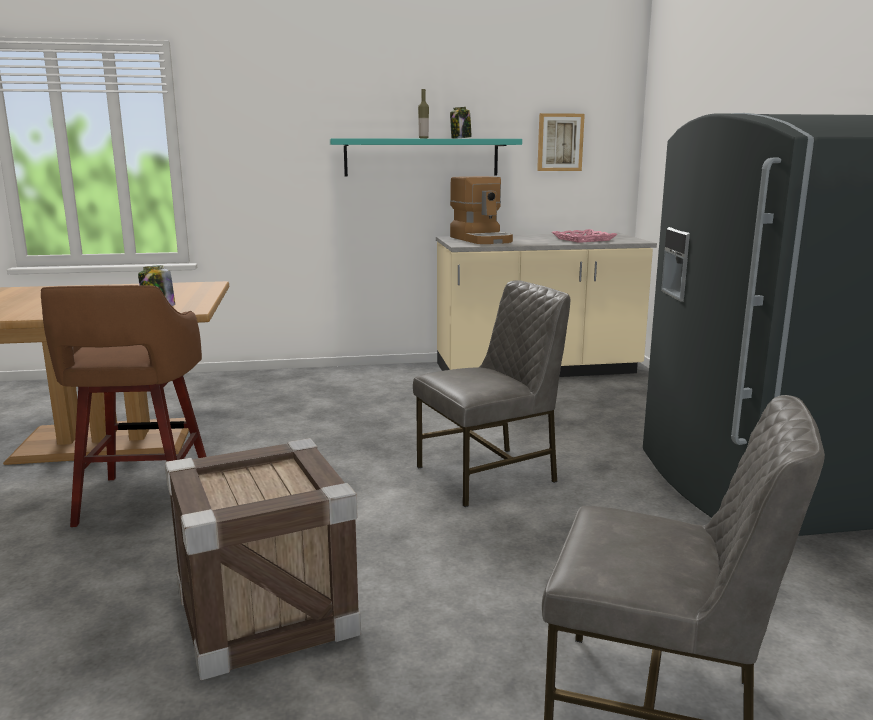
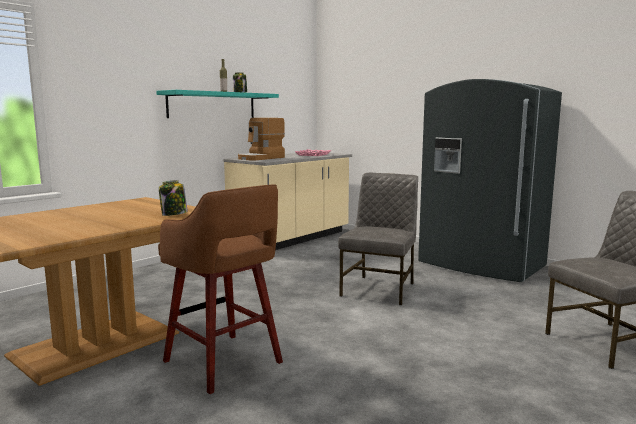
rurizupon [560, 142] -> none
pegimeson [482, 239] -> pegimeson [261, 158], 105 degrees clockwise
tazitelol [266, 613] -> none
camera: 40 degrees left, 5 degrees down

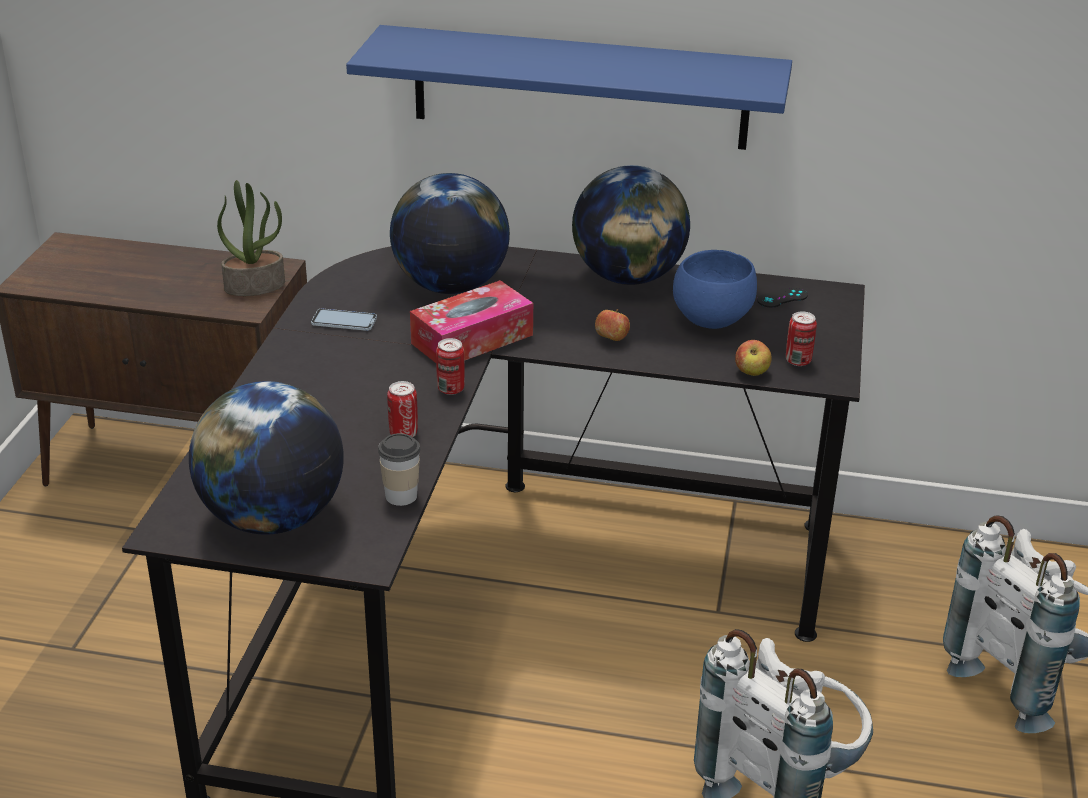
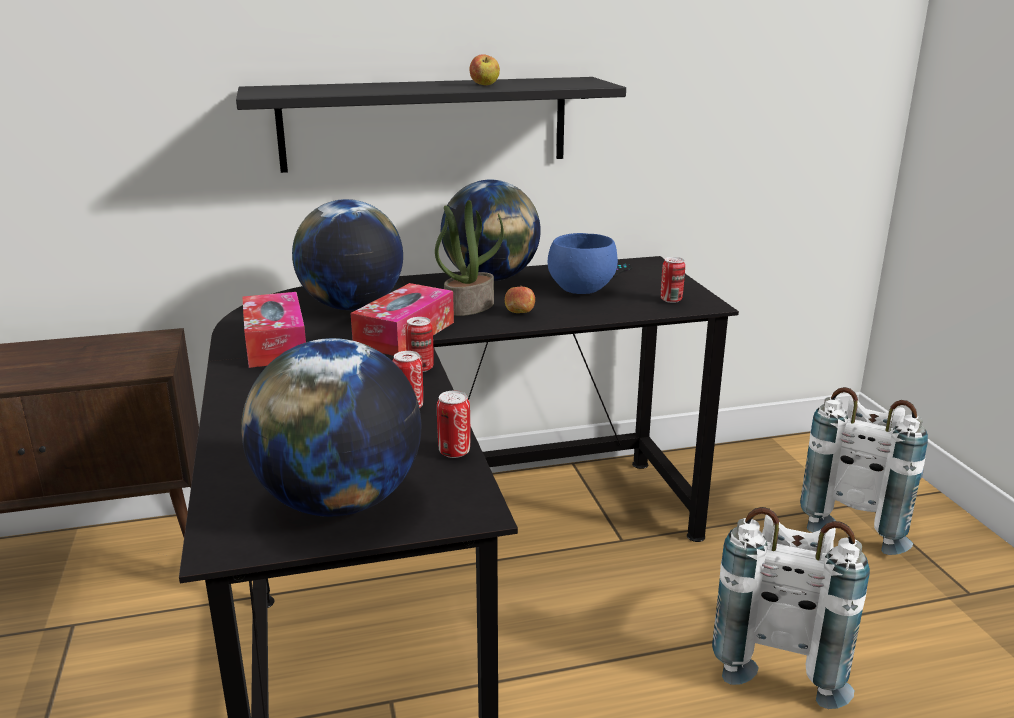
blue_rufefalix [580, 87] -> black_rufefalix [425, 123]
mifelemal [255, 285] -> mifelemal [469, 307], moved
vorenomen [344, 321] -> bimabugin [275, 344]
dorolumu [751, 372] -> dorolumu [484, 85], moved
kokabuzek [401, 496] -> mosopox [454, 452]
camera: 25 degrees left, 10 degrees down

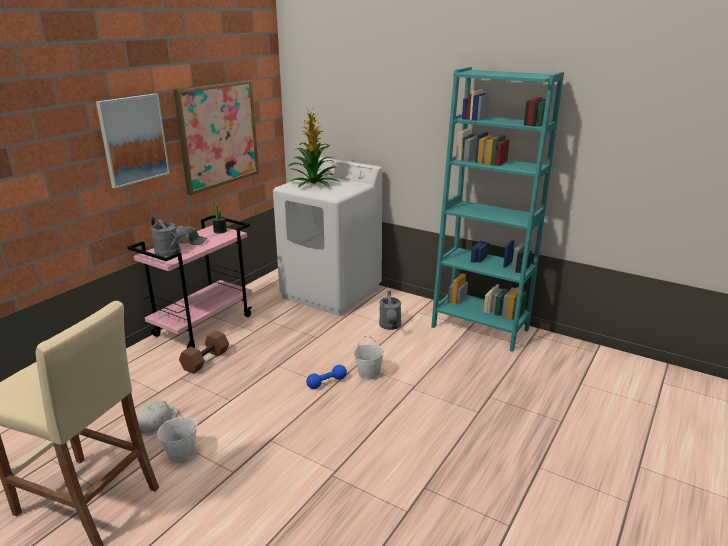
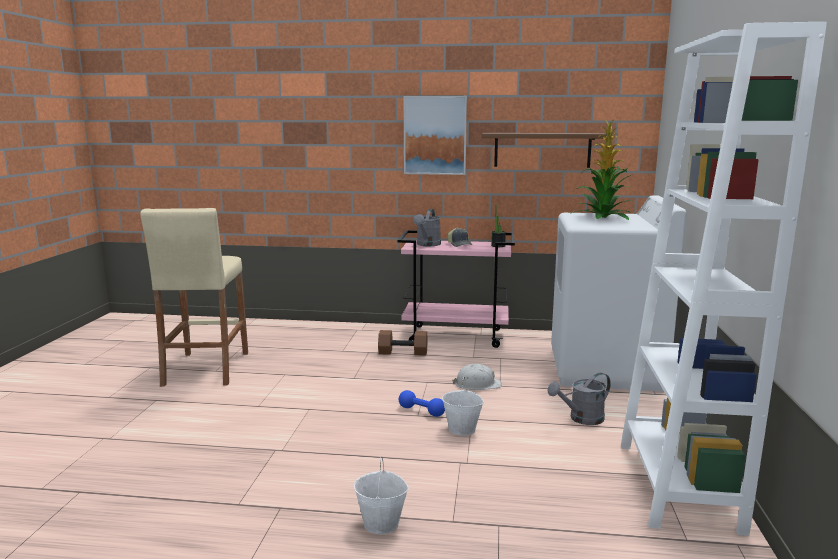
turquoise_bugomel [480, 328] -> white_bugomel [677, 485]
rurizupon [218, 135] -> brown_rufefalix [542, 150]
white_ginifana [155, 422] -> white_ginifana [477, 384], moved
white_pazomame [182, 454] -> white_pazomame [382, 523], moved
camera: 65 degrees right, 10 degrees down

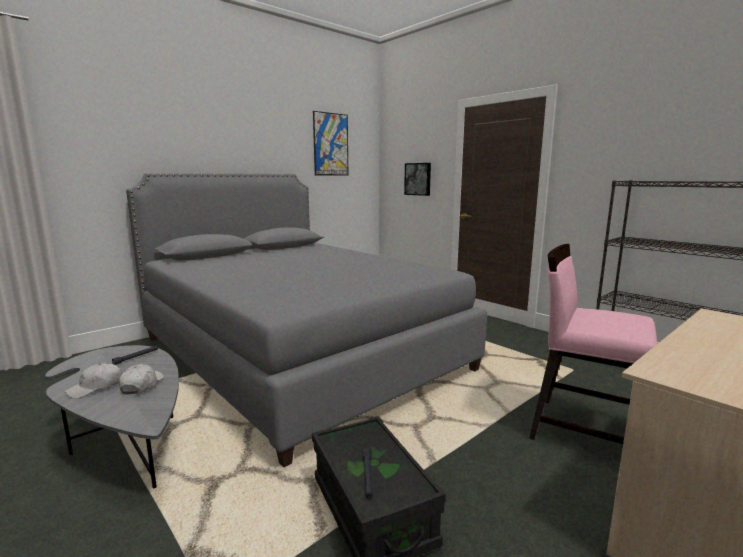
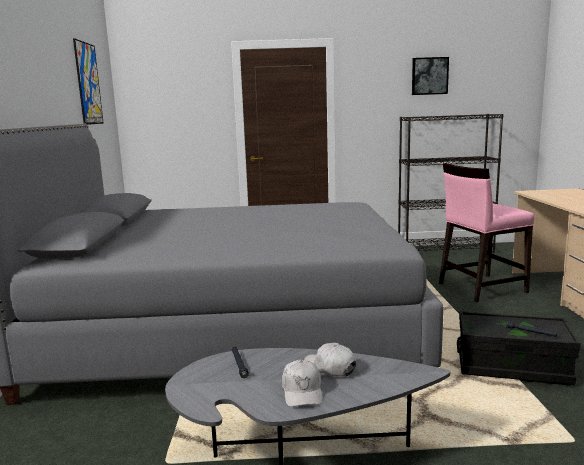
rurizupon [418, 179] -> rurizupon [429, 76], moved
camera: 50 degrees left, 0 degrees up

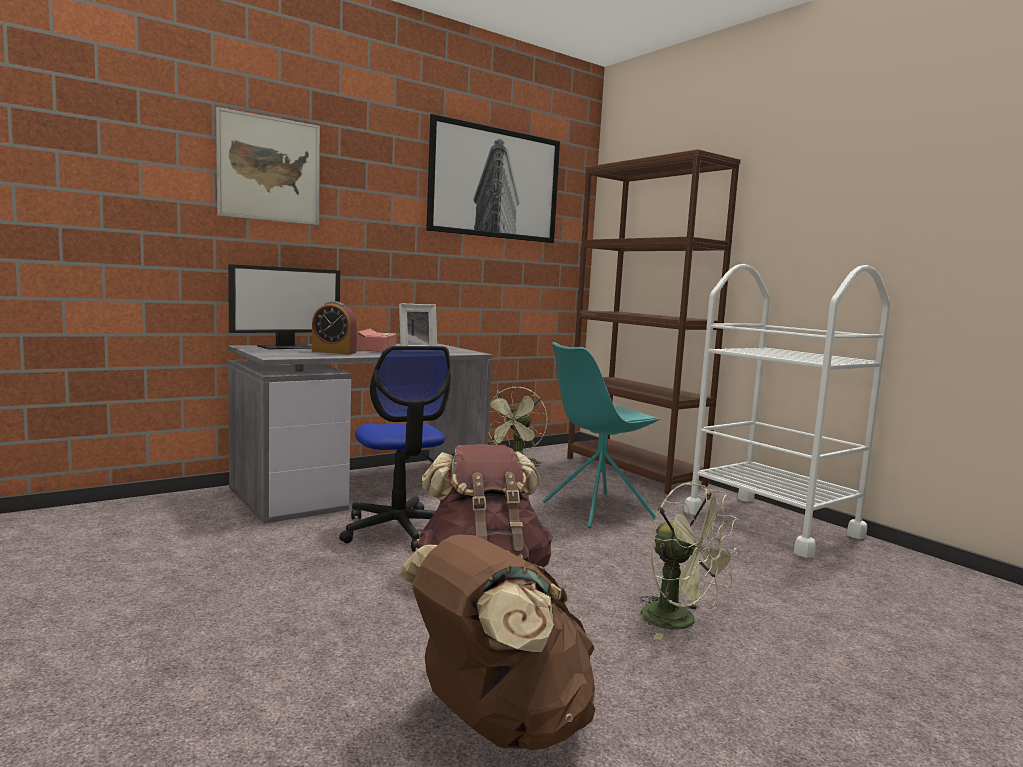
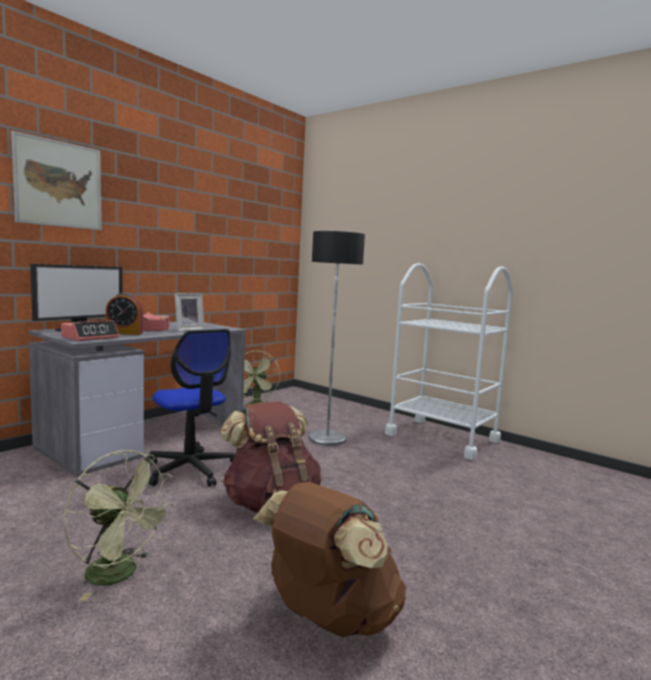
rurizupon [495, 183] -> none
brown_bugomel [634, 471] -> none
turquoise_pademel [595, 510] -> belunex [327, 439]
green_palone [680, 622] -> green_palone [120, 575], moved
none -> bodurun [90, 337]
camera: 15 degrees left, 0 degrees up

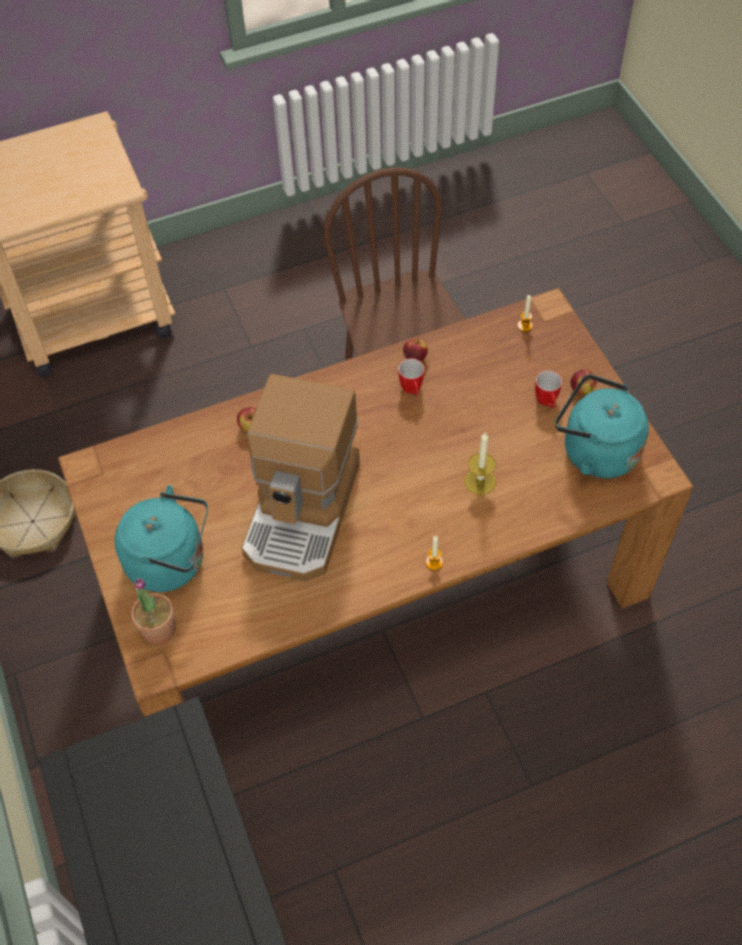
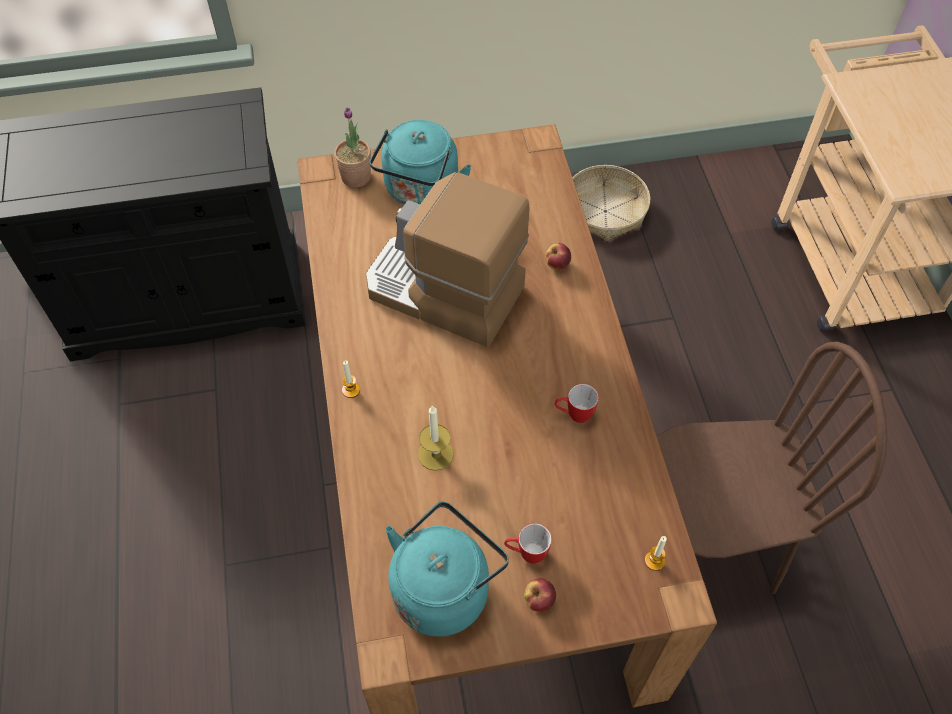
dorolumu [415, 358] -> none
camera: 100 degrees right, 0 degrees up

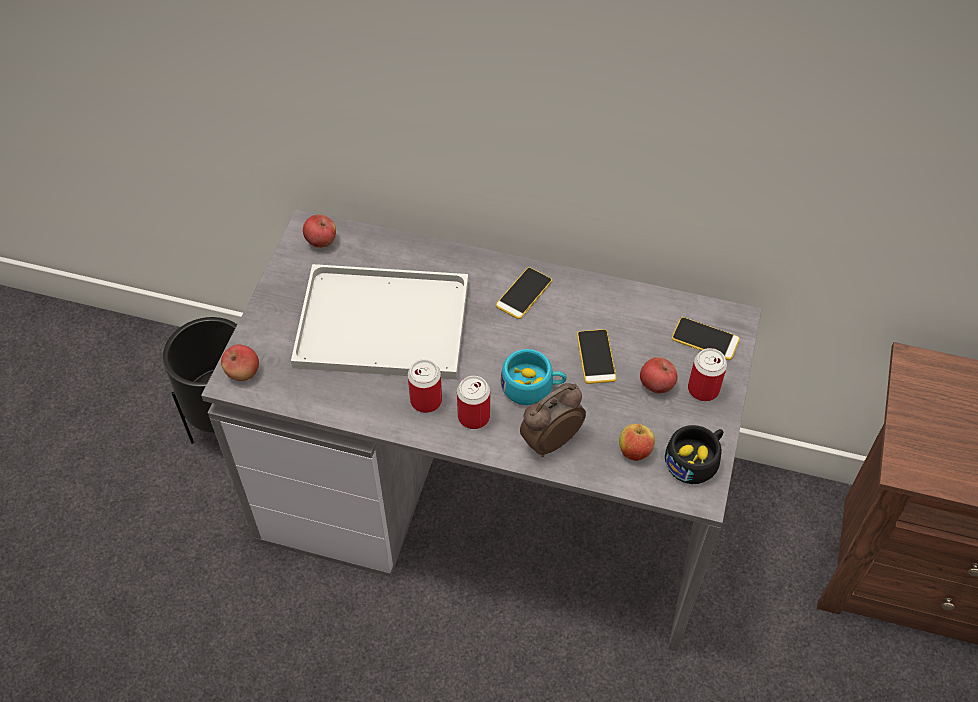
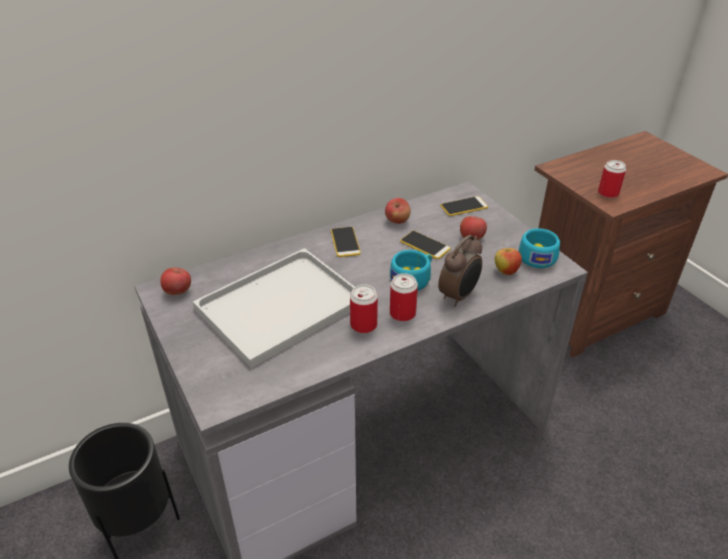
dorolumu [243, 372] -> dorolumu [397, 221], moved
mosopox [703, 389] -> mosopox [608, 193], moved
bodurun [549, 441] -> bodurun [459, 296], 150 degrees counterclockwise
black_kokabuzek [695, 459] -> turquoise_kokabuzek [536, 255]
camera: 45 degrees left, 15 degrees down

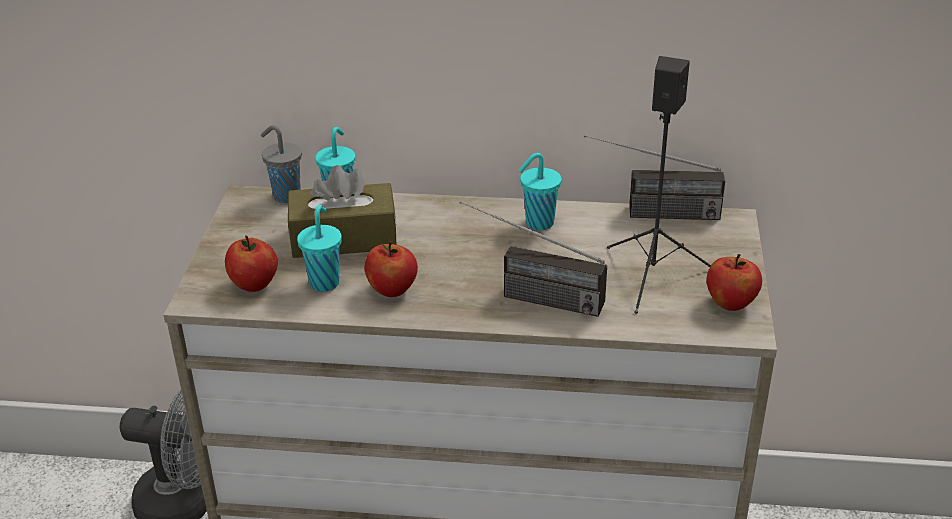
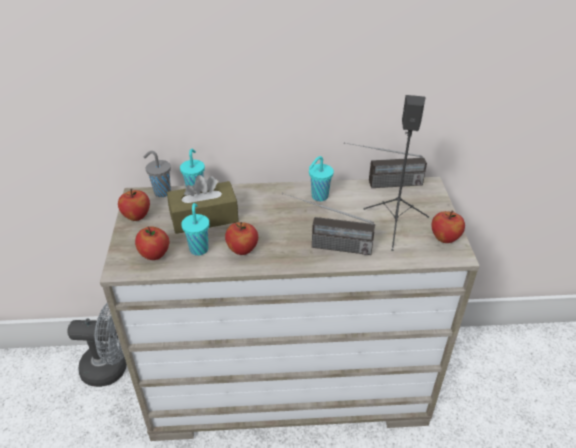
none -> dorolumu [136, 216]
camera: 10 degrees left, 5 degrees up

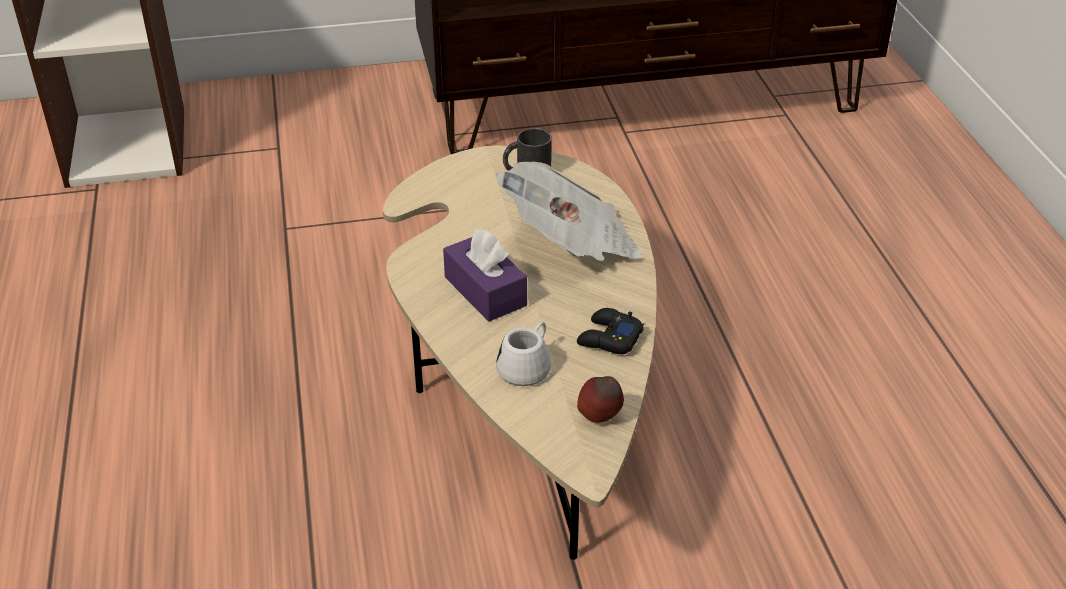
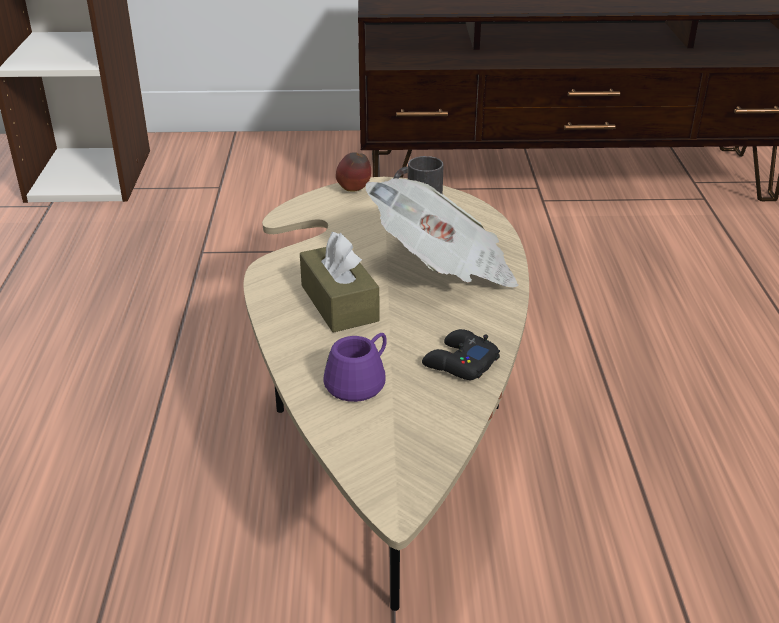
purple_bimabugin [485, 291] -> brown_bimabugin [339, 303]
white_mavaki [527, 365] -> purple_mavaki [360, 381]
dorolumu [600, 418] -> dorolumu [354, 191], moved
camera: 10 degrees right, 5 degrees down

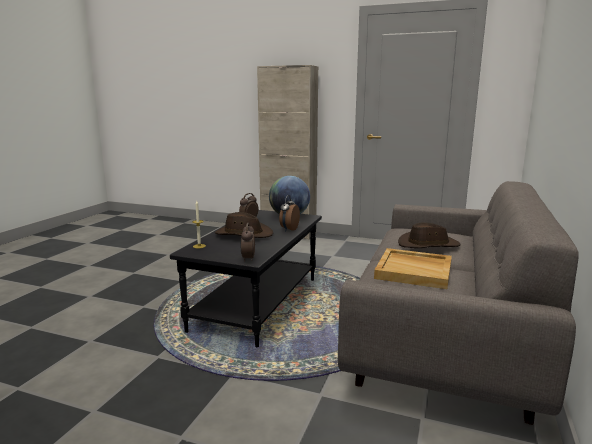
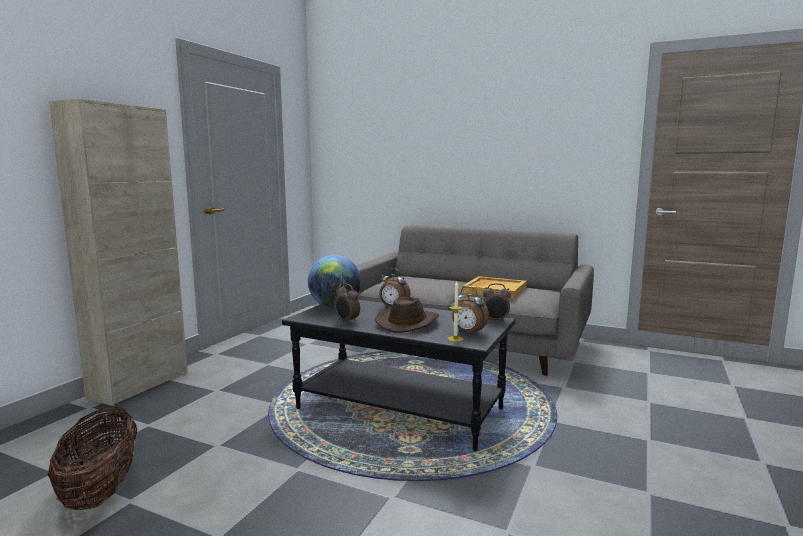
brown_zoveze [428, 245] -> none
none -> bodurun [468, 333]
none -> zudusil [101, 490]
camera: 85 degrees left, 5 degrees down

